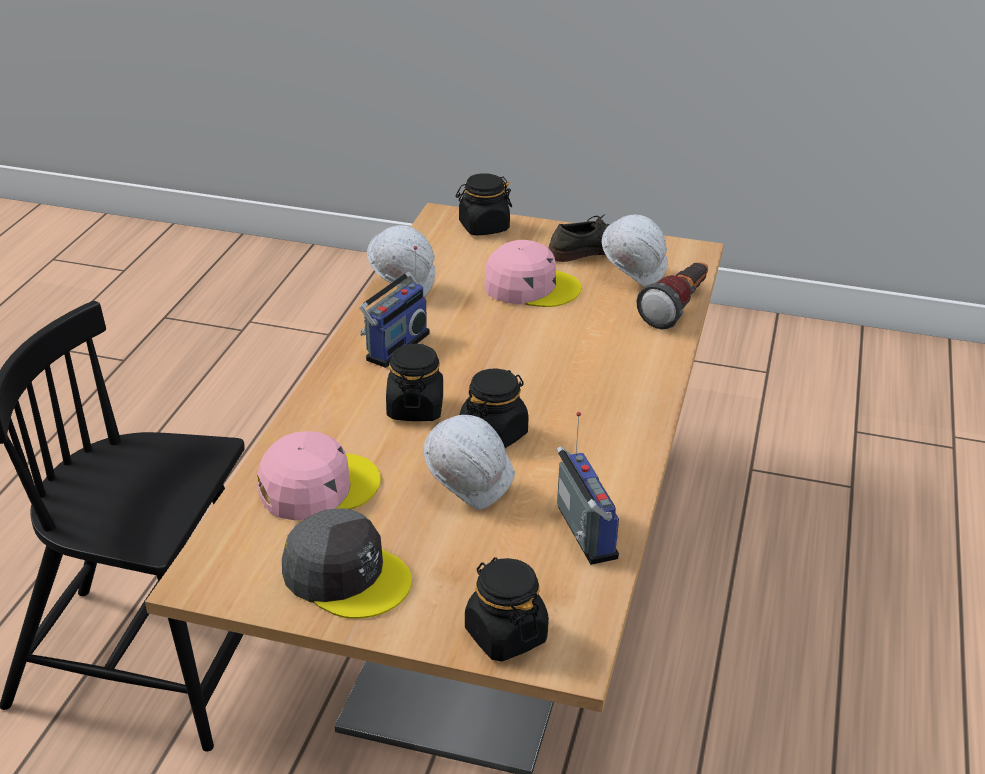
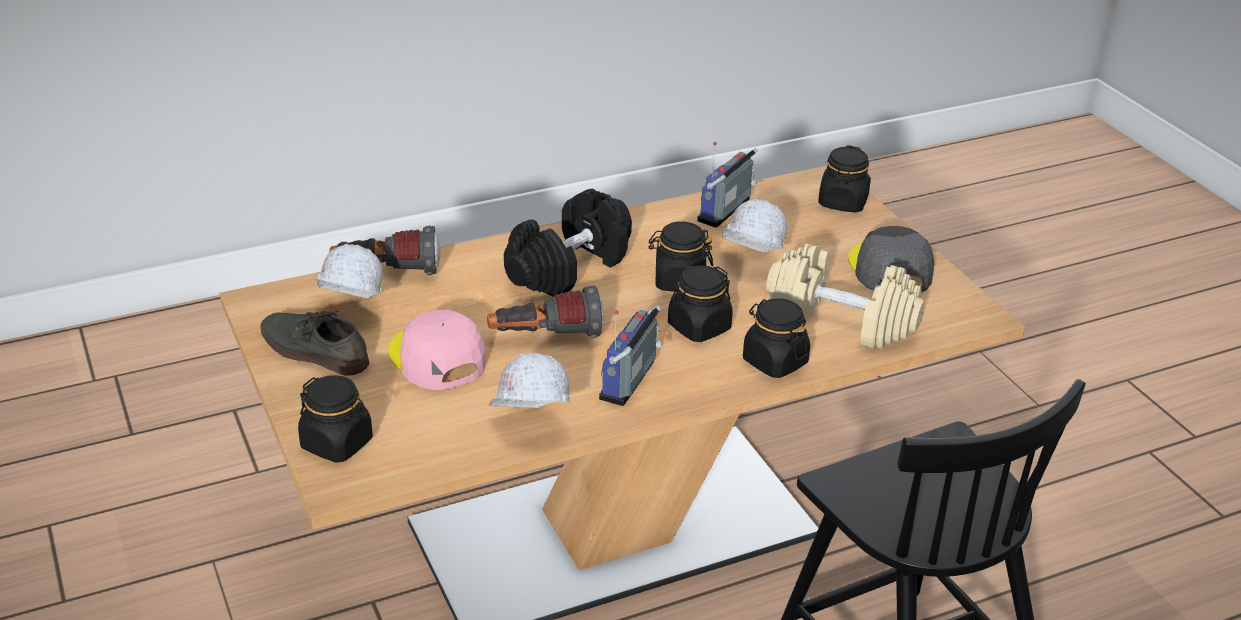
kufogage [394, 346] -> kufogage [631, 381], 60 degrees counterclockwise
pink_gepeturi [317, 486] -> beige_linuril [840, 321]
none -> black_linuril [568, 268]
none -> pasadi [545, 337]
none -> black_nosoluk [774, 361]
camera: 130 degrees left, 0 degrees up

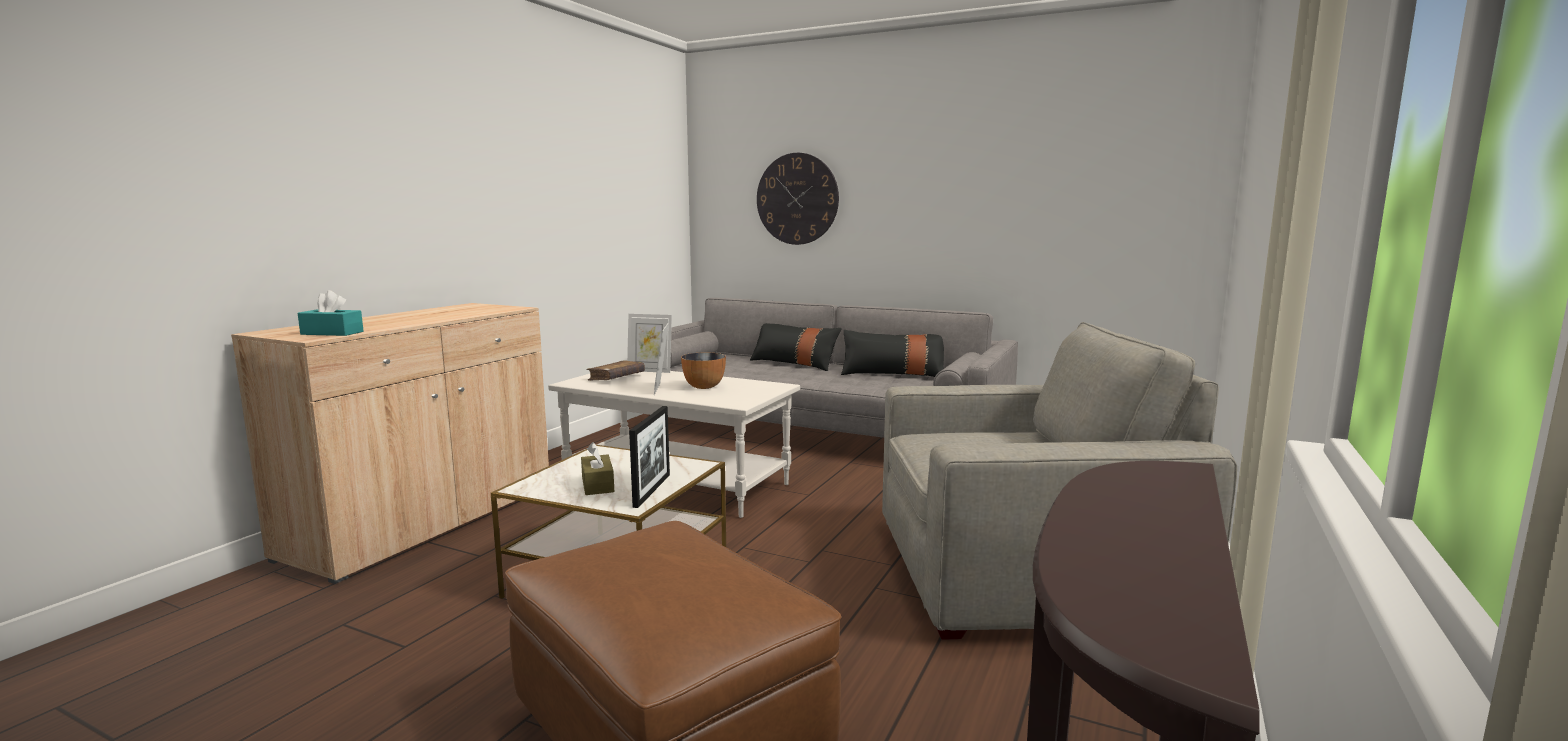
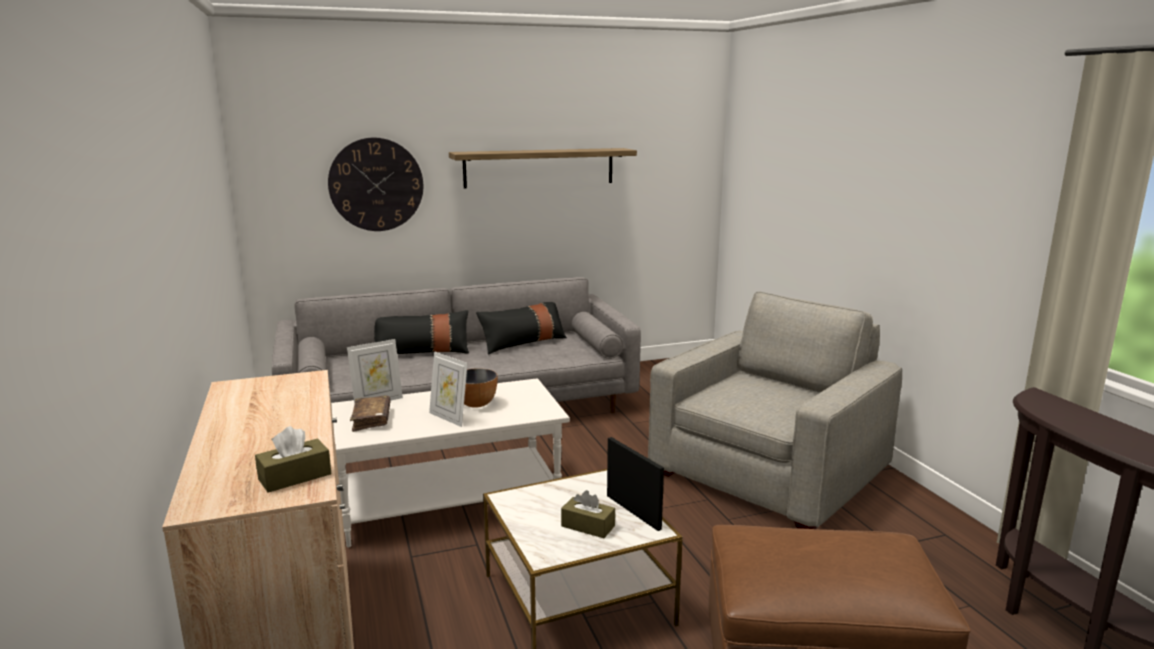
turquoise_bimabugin [332, 333] -> brown_bimabugin [295, 477]
none -> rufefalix [539, 167]
camera: 45 degrees left, 5 degrees up

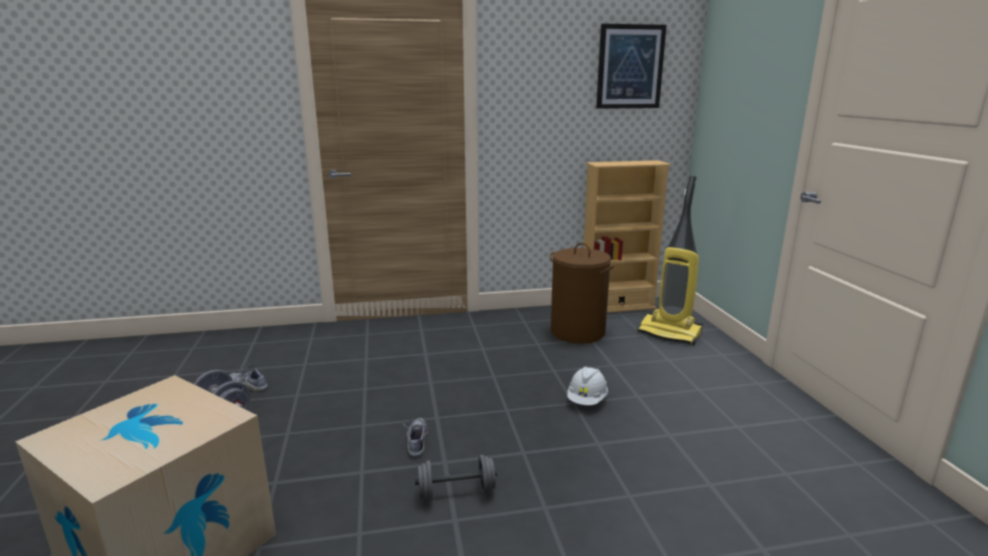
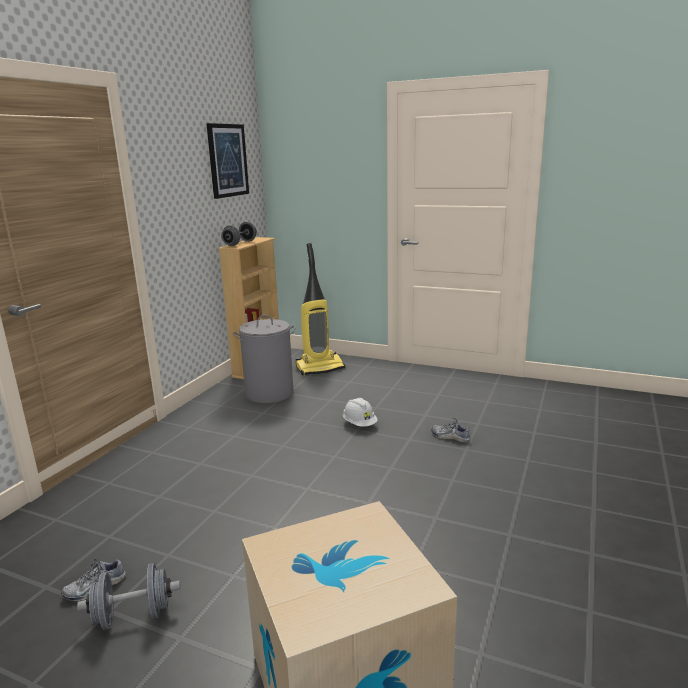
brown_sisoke [577, 332] -> grey_sisoke [269, 393]
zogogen [417, 441] -> zogogen [450, 437], moved
grey_linuril [456, 493] -> grey_linuril [240, 243], moved
camera: 55 degrees left, 0 degrees up

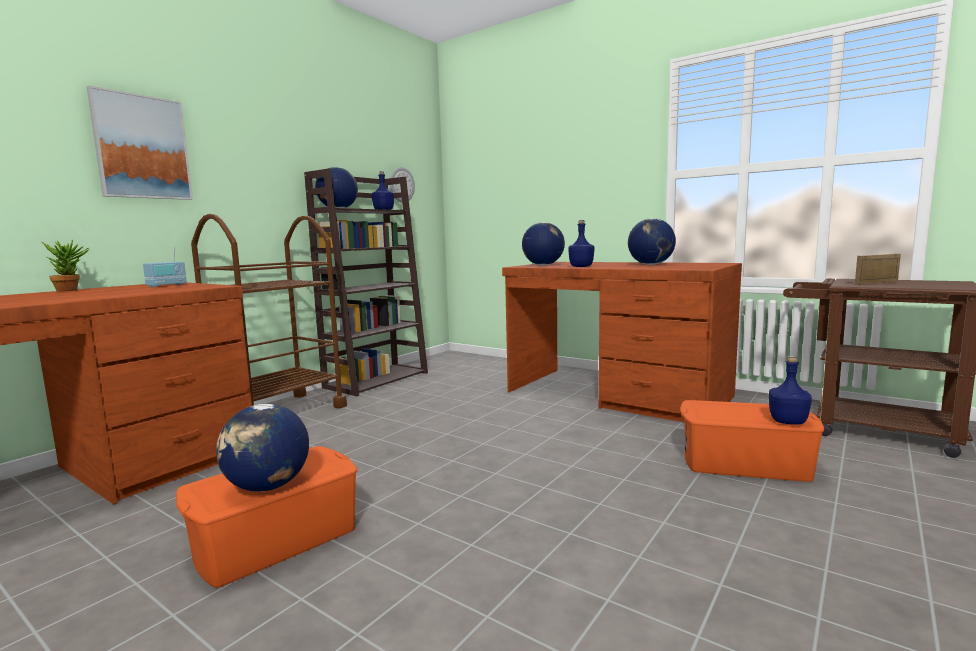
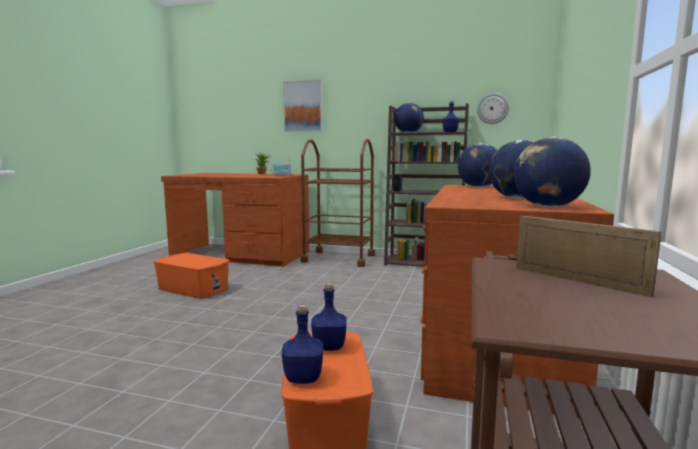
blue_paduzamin [581, 267] -> blue_paduzamin [329, 347], moved
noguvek [267, 487] -> noguvek [547, 207], moved
camera: 70 degrees right, 0 degrees up

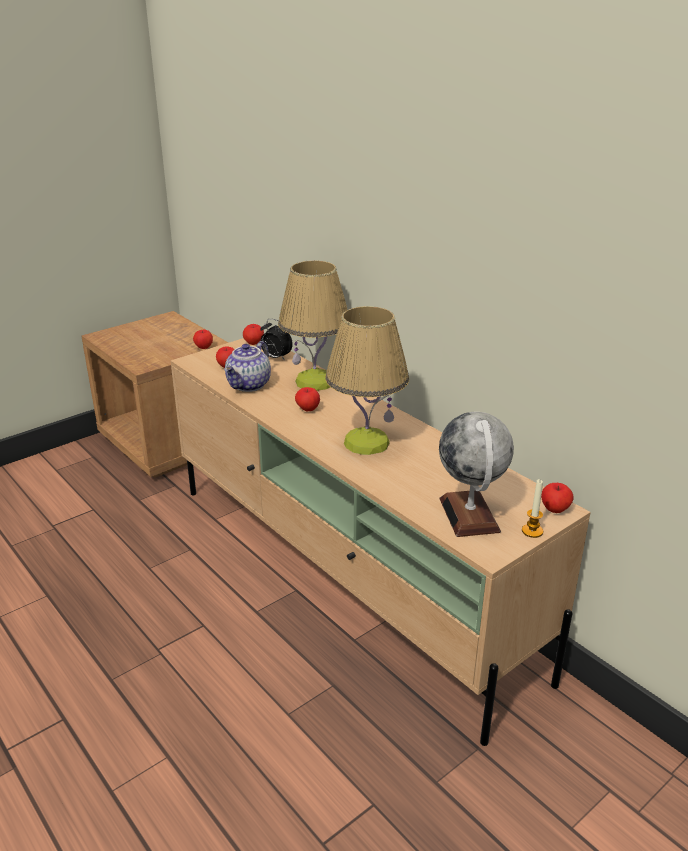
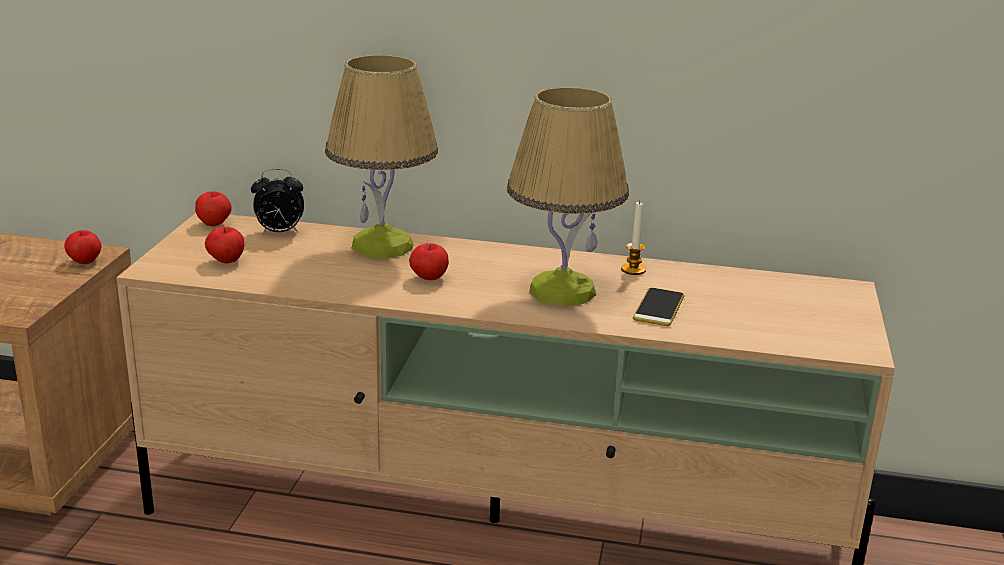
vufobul [249, 385] -> none
noguvek [469, 515] -> none
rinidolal [532, 531] -> rinidolal [633, 270], moved
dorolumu [555, 509] -> none
none -> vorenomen [659, 308]
camera: 40 degrees left, 5 degrees down

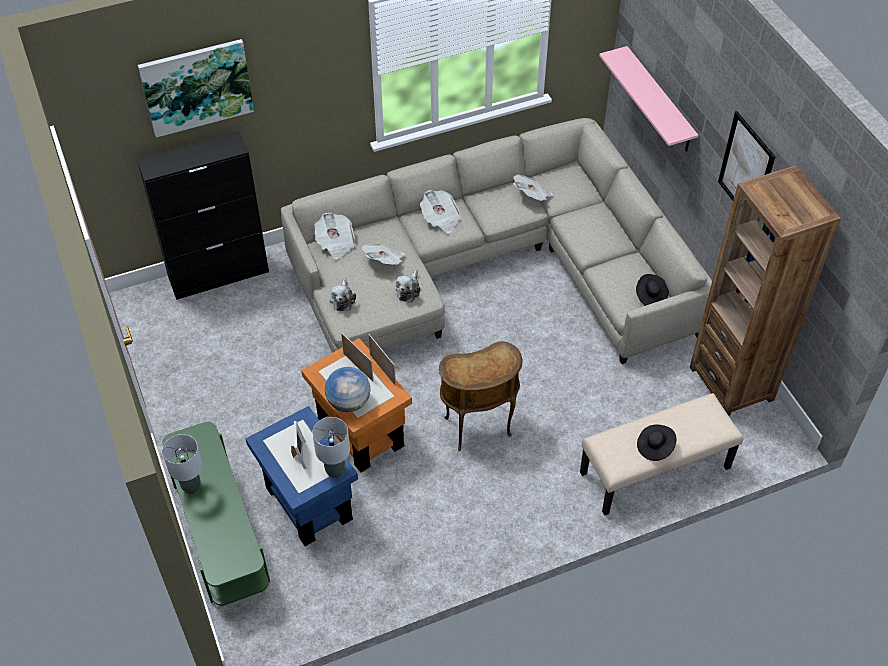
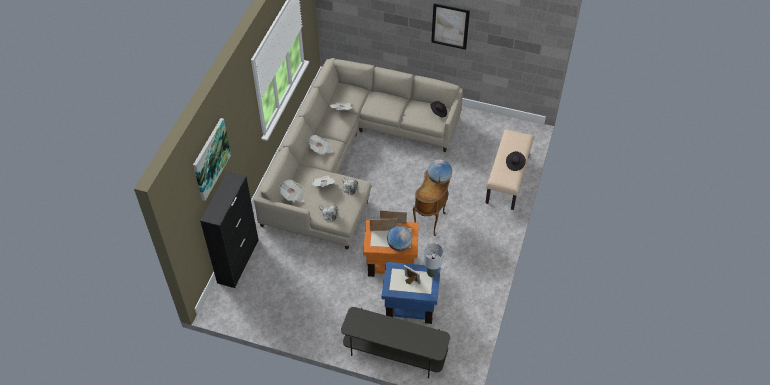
pink_rufefalix [659, 101] -> none
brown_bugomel [731, 383] -> none
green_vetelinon [221, 533] -> grey_vetelinon [394, 352]
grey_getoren [192, 487] -> none
none -> noguvek [439, 179]
camera: 50 degrees left, 0 degrees up

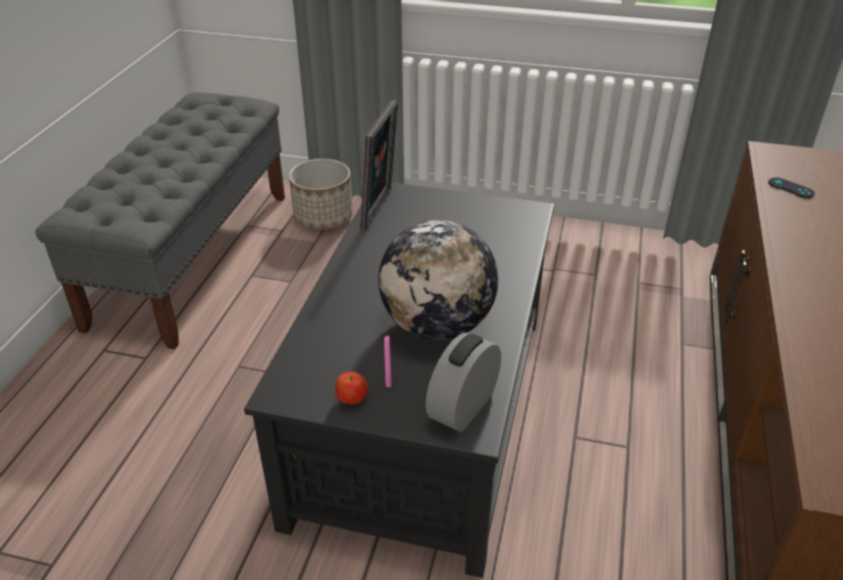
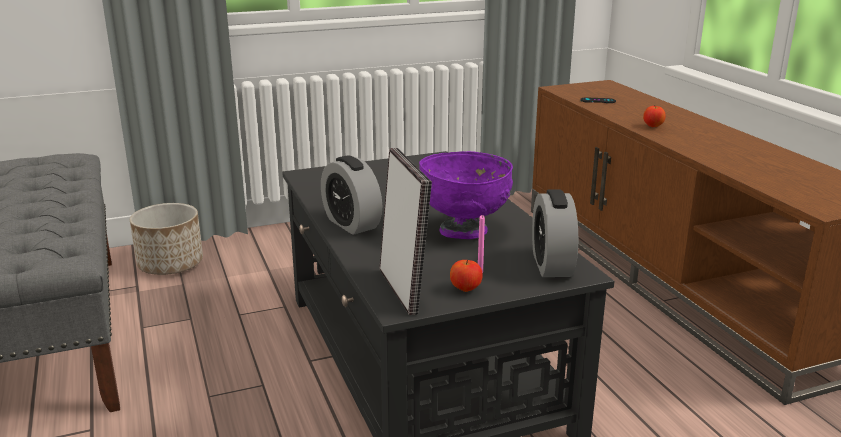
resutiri [380, 209] -> resutiri [404, 290], moved
noguvek [437, 325] -> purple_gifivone [464, 231]
none -> dorolumu [653, 126]
none -> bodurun [351, 223]
camera: 35 degrees left, 15 degrees down

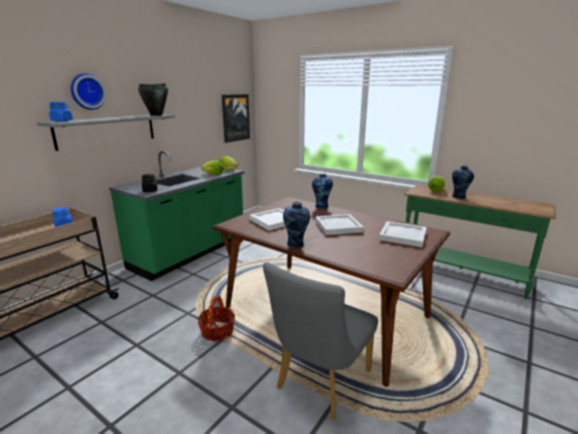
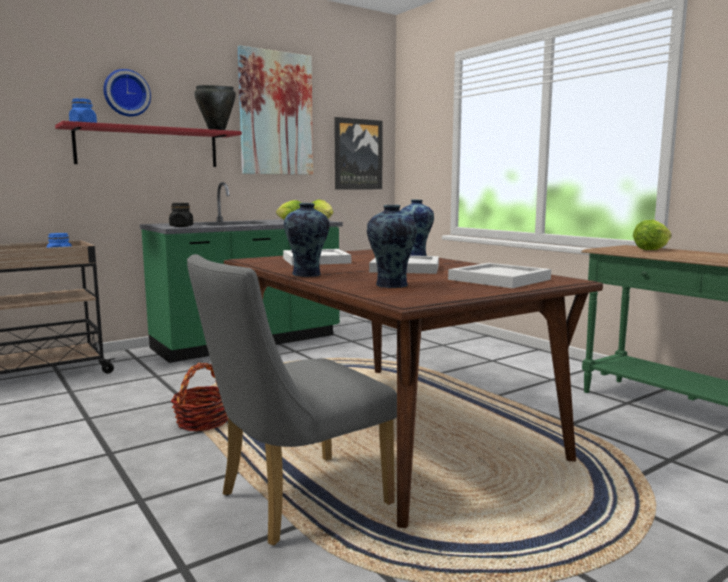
grey_rufefalix [107, 130] -> red_rufefalix [148, 147]
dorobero [459, 197] -> dorobero [391, 285], moved
none -> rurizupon [276, 114]
camera: 20 degrees right, 10 degrees down

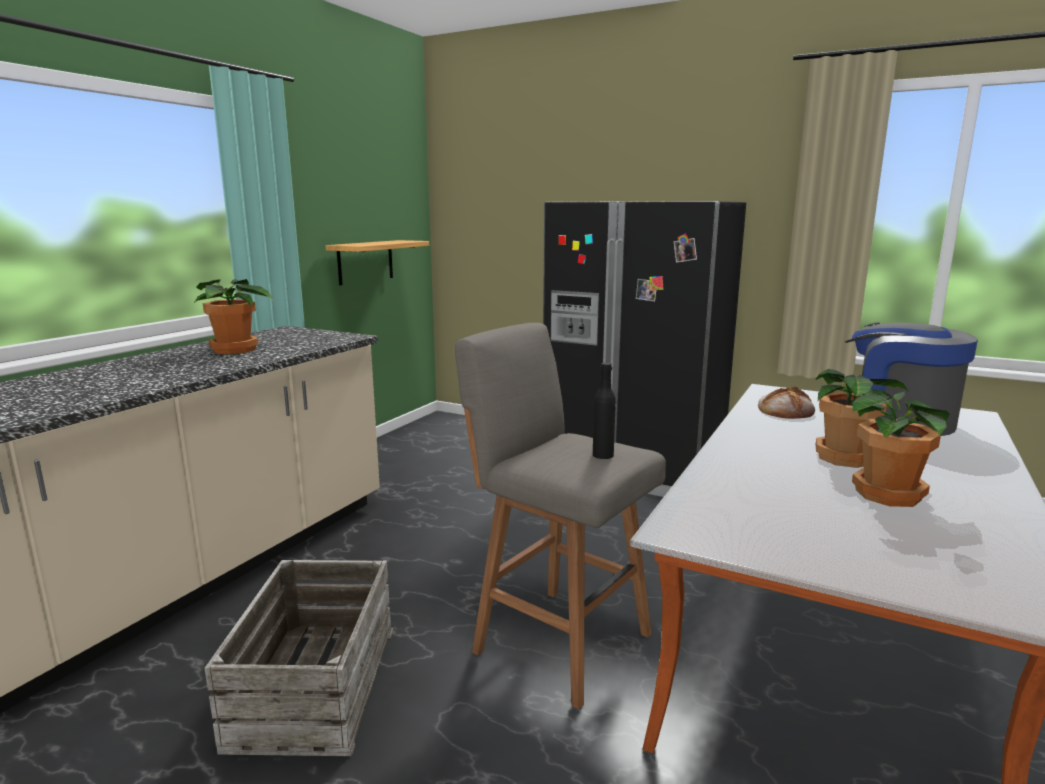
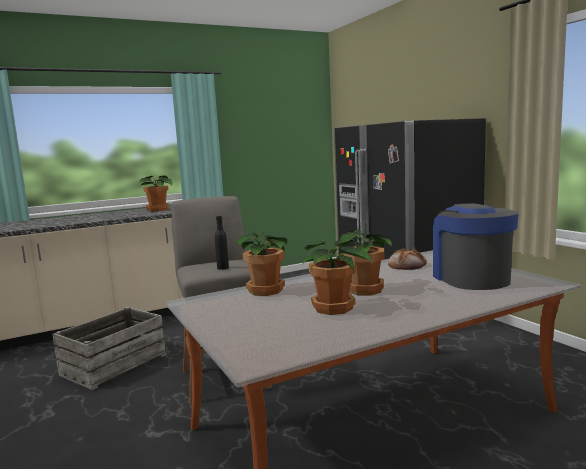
rufefalix [365, 262] -> none
none -> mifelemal [267, 290]
camera: 35 degrees right, 5 degrees down

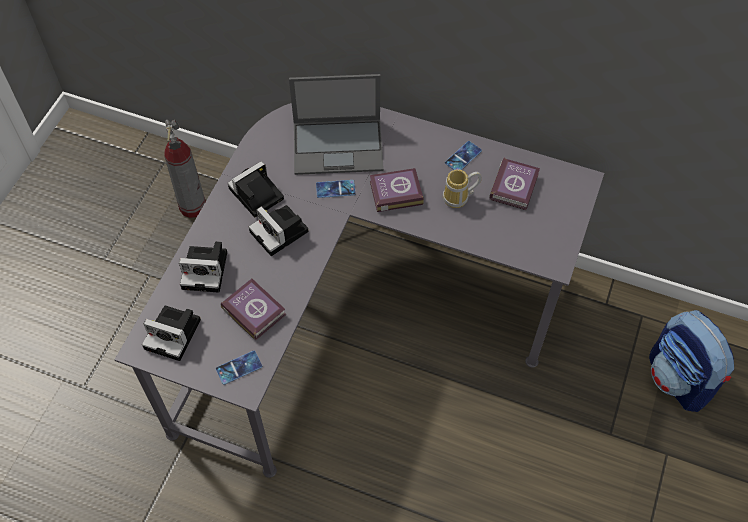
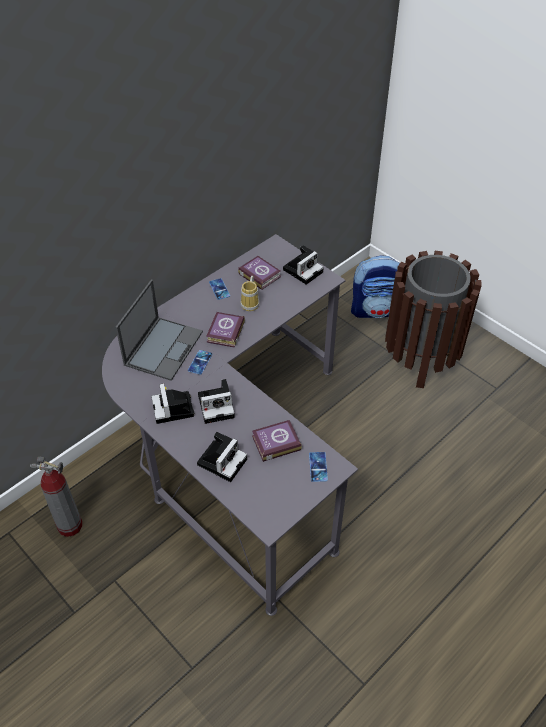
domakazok [175, 334] -> domakazok [303, 270], moved
none -> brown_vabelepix [421, 359]
camera: 65 degrees left, 10 degrees down

